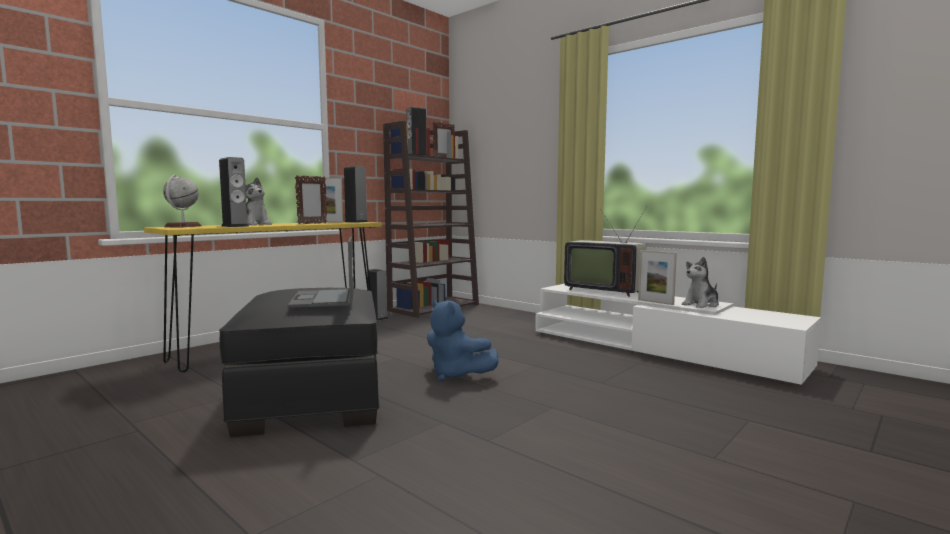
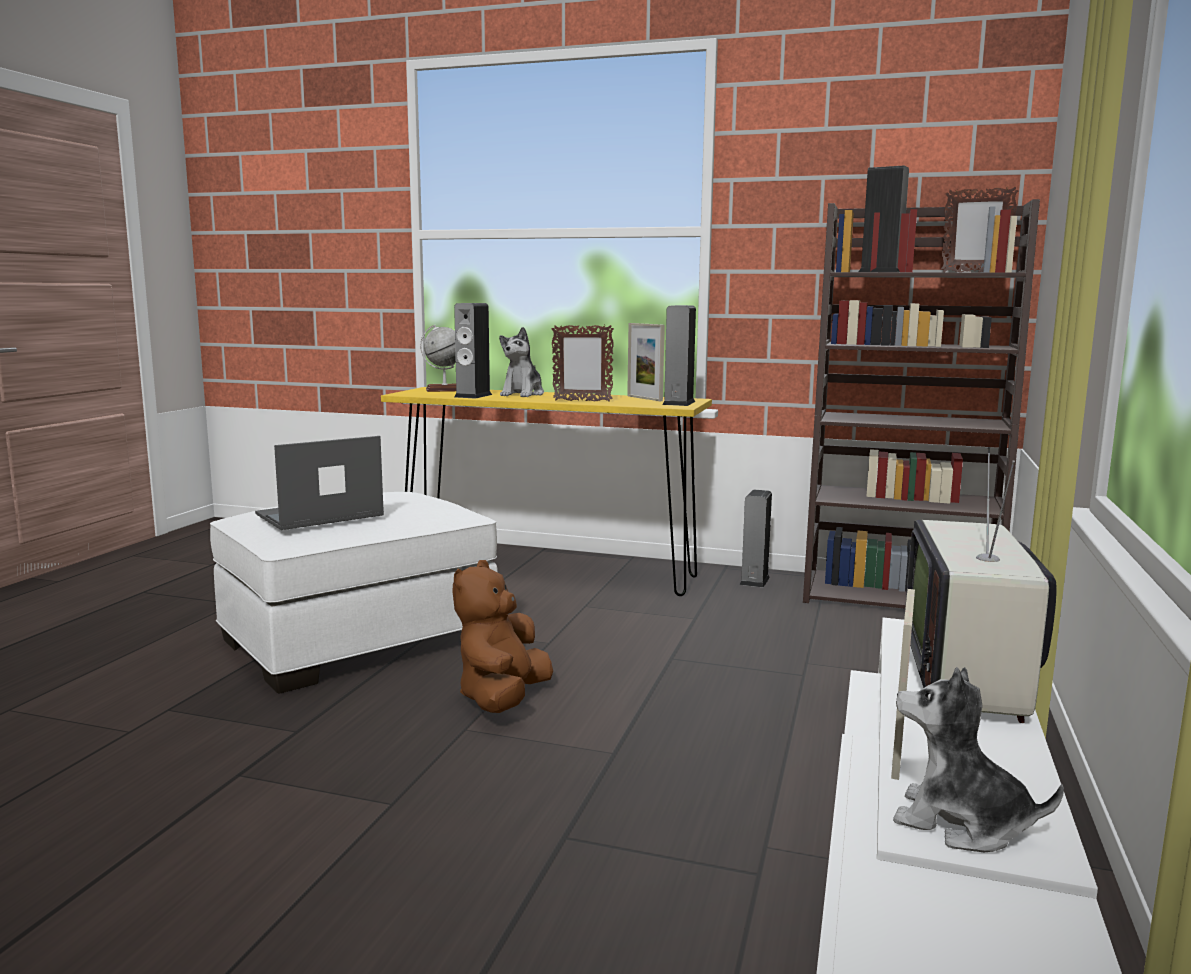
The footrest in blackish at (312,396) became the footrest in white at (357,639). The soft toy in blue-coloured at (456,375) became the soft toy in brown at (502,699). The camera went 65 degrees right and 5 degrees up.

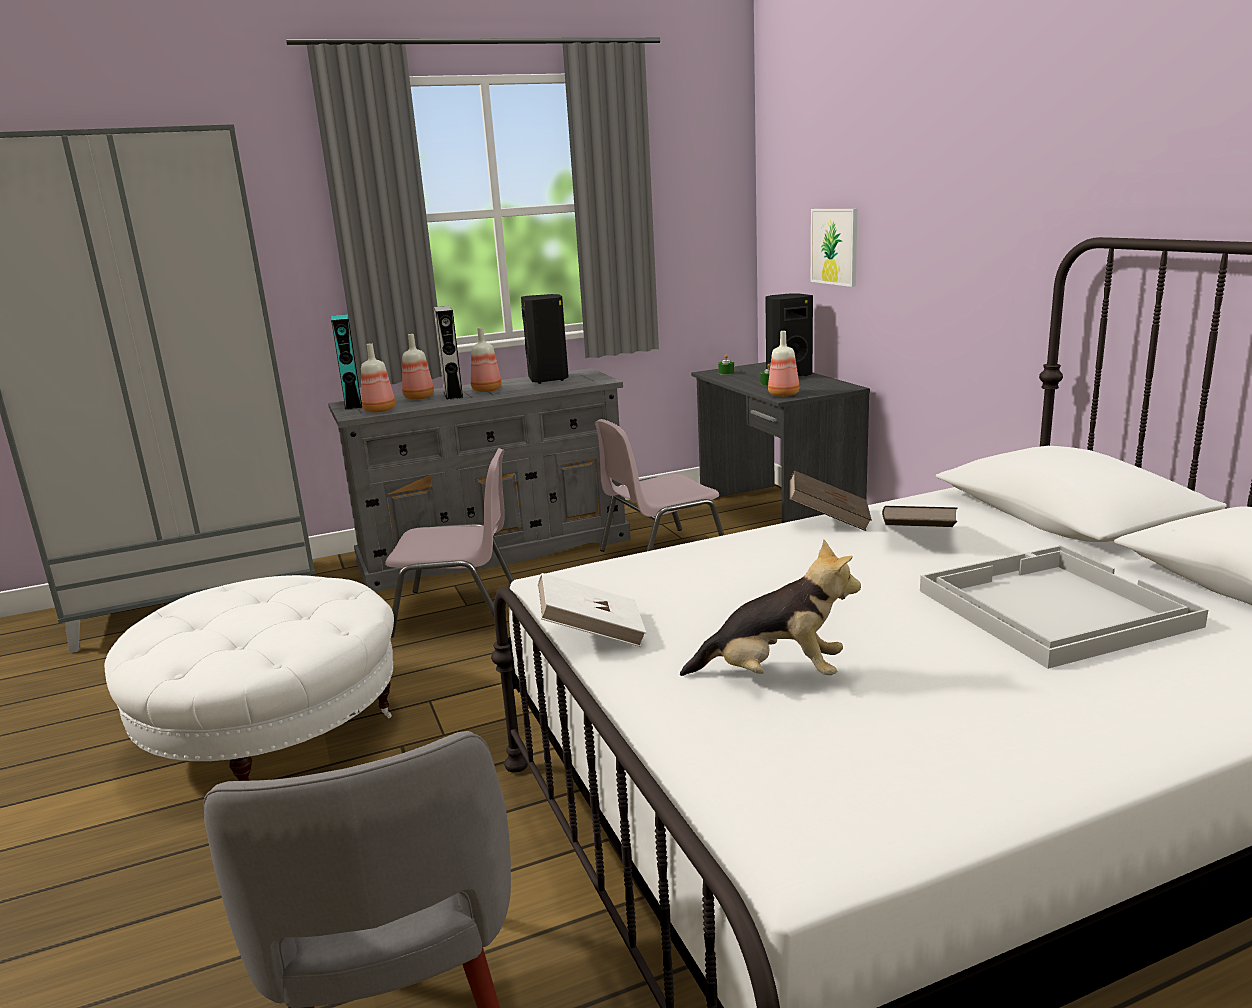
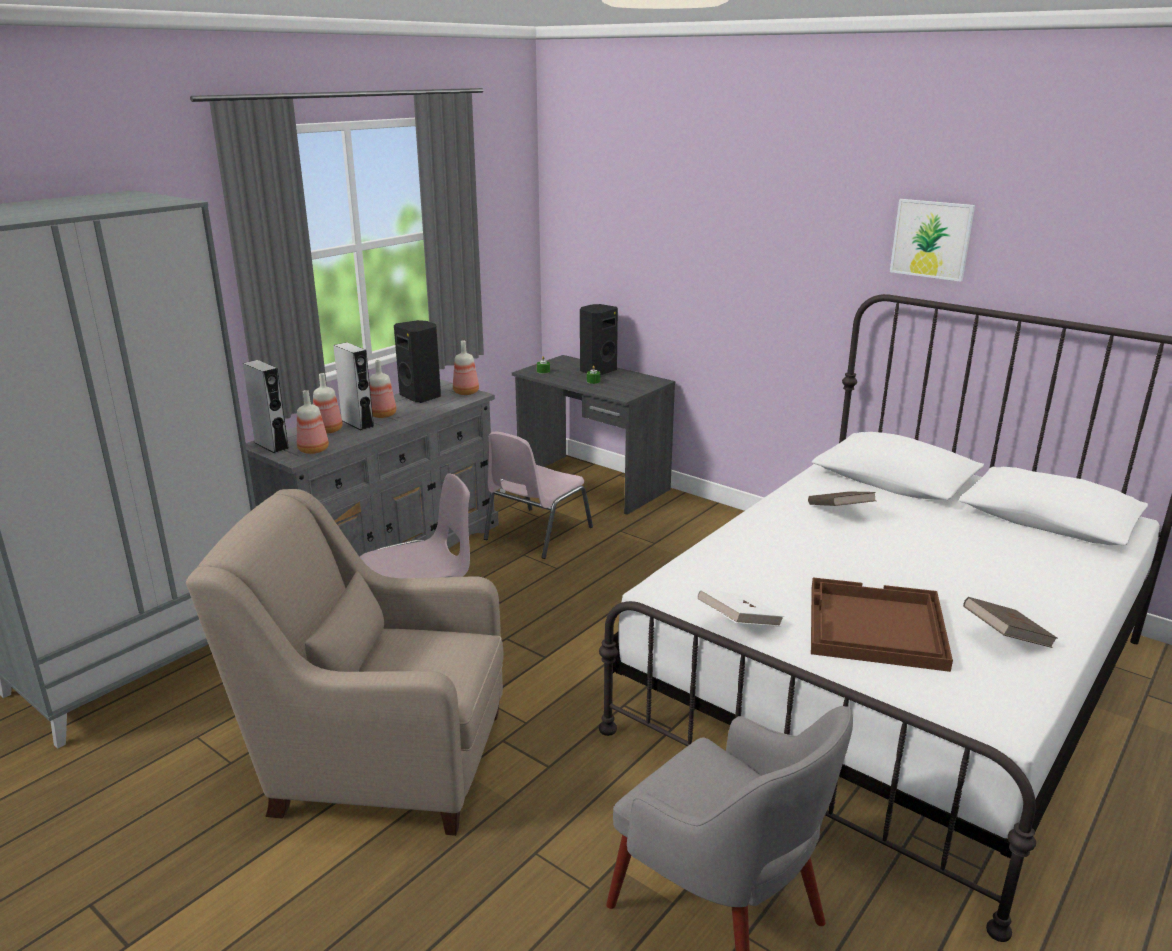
The wall picture moved from (834,246) to (931,239). The speaker in turquoise at (353,404) became the speaker in greyish at (271,445). The drink bottle moved from (784,394) to (466,392). The volume in brown moved from (828,520) to (1005,638). The soft toy at (774,675) was replaced by the serving tray in brown at (874,627). The serving tray in white at (1051,607) disappeared. The footrest in white at (274,731) was replaced by the armchair in sand-coloured at (380,760). The camera went 30 degrees left and 5 degrees up.

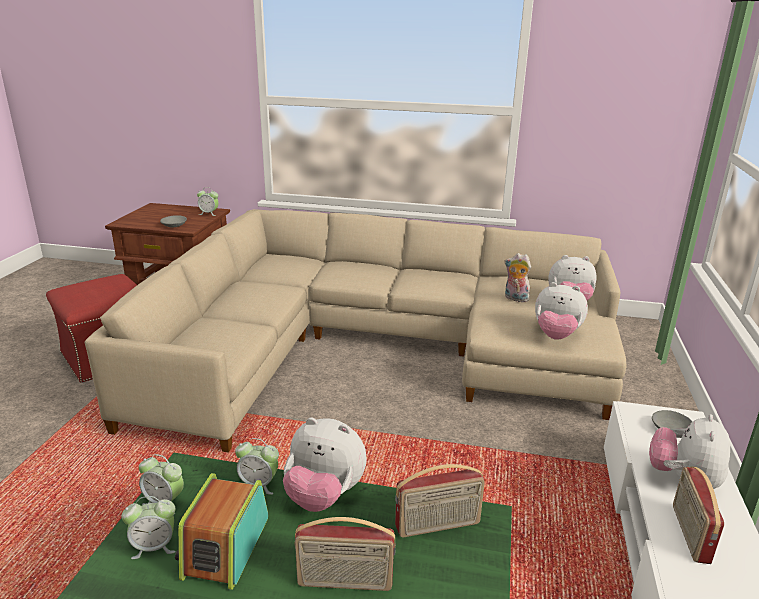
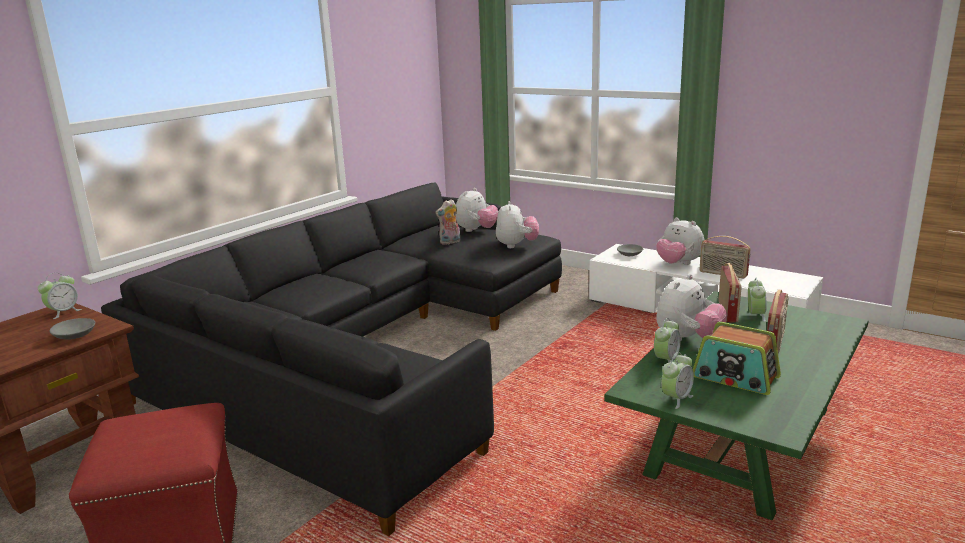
The settee in sand-coloured at (374,348) became the settee in blackish at (369,352). The soft toy at (556,336) turned 45 degrees counterclockwise. The bedside clock moved from (154,546) to (755,316). The camera went 65 degrees left and 5 degrees down.

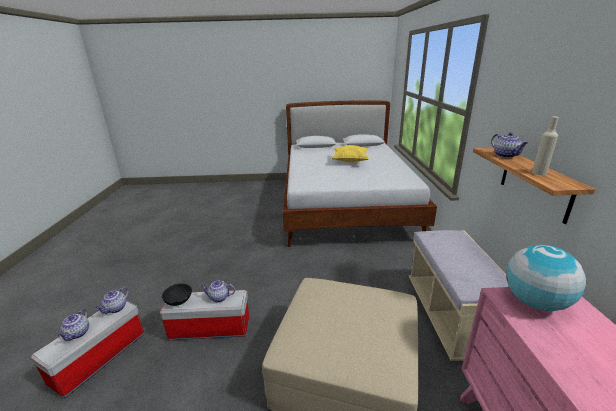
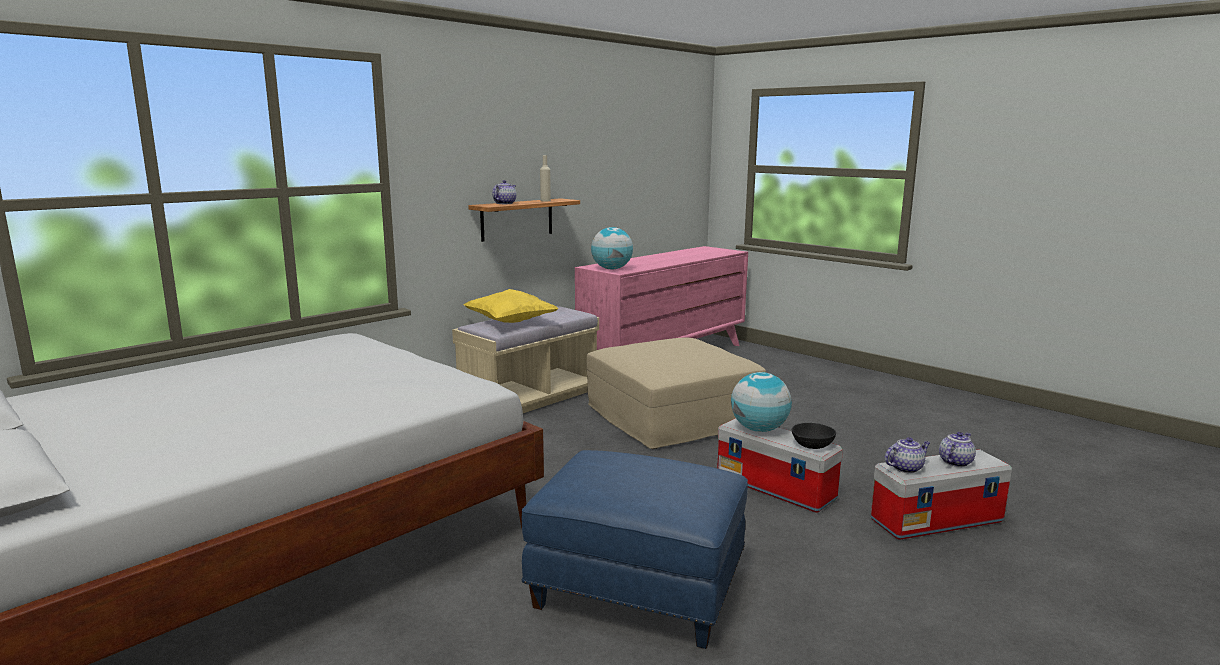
The pillow in yellow moved from (350,161) to (511,322). The teapot at (219,298) was replaced by the world globe at (759,429). The footrest in blue-coloured at (635,589) appeared. The camera went 135 degrees left and 10 degrees down.

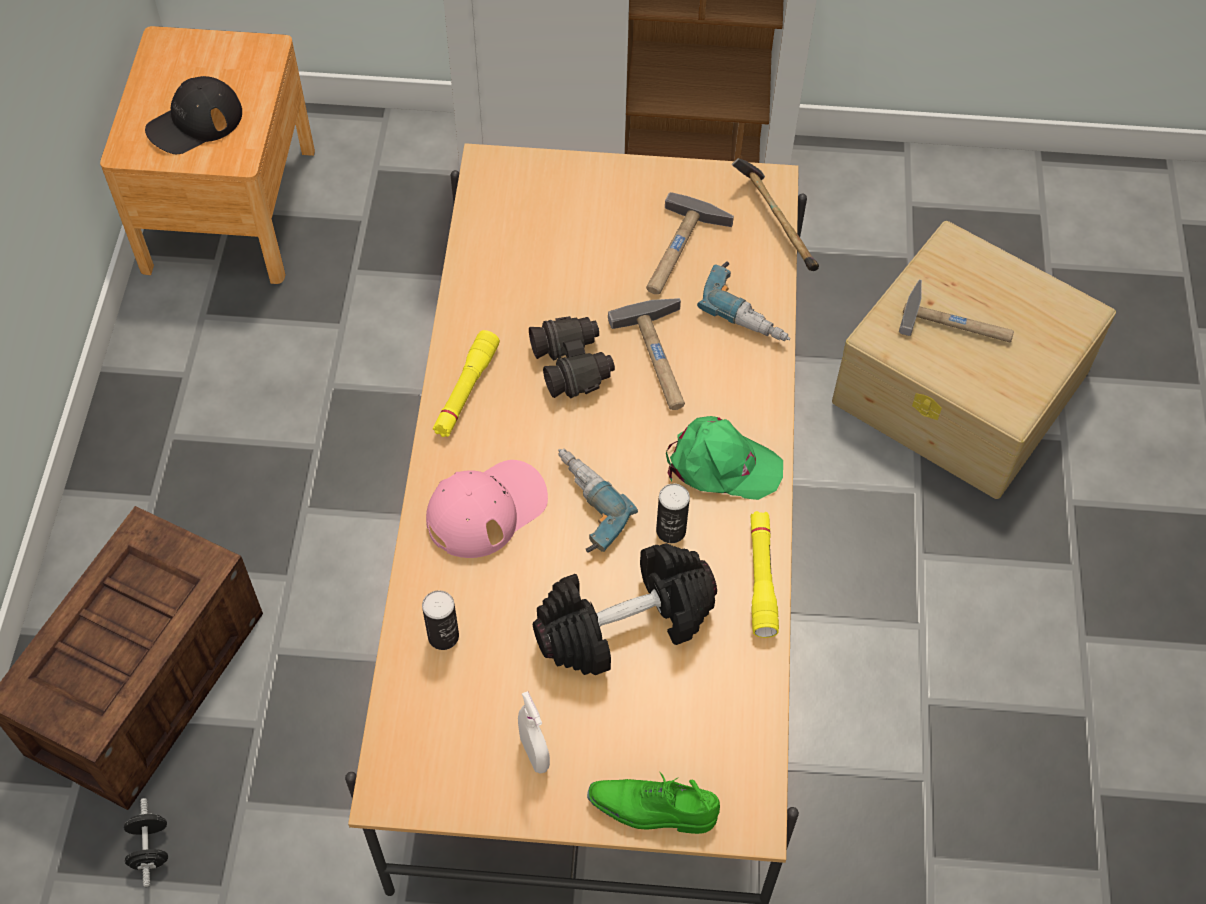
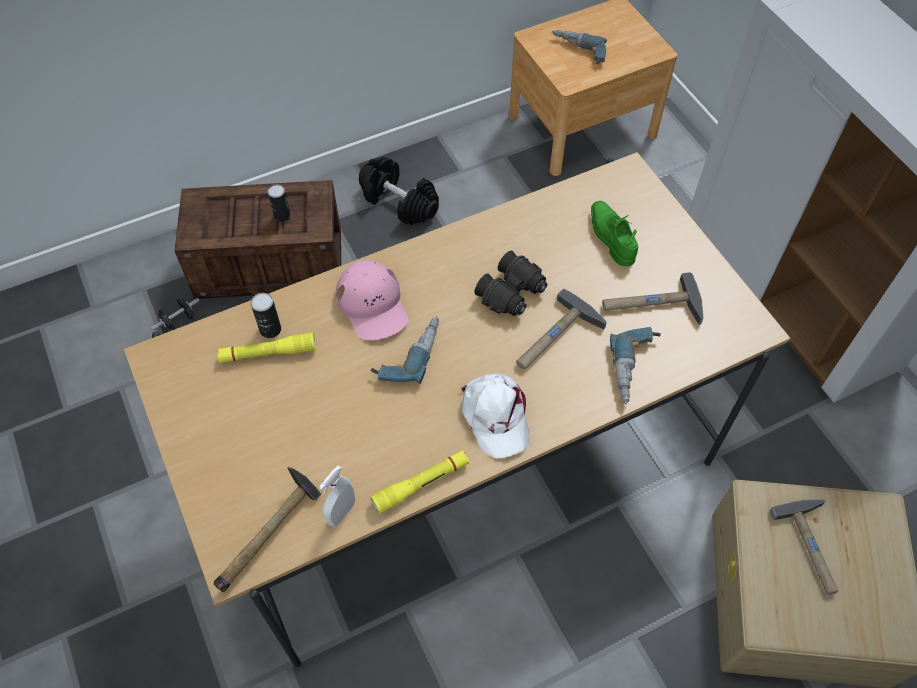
The cap in blackish at (195,122) was replaced by the drill at (577,52). The hand hammer moved from (775,224) to (271,535). The flashlight in yellow moved from (466,390) to (268,353). The cap in greenish at (721,465) became the cap in white at (495,416). The cap in pink at (486,509) turned 45 degrees clockwise. The metal can moved from (671,531) to (282,216). The hand weight in blackish moved from (624,625) to (398,202). The spray bottle in white moved from (534,753) to (341,512). The low shoe in greenish moved from (652,809) to (611,237). The camera went 60 degrees right and 0 degrees up.

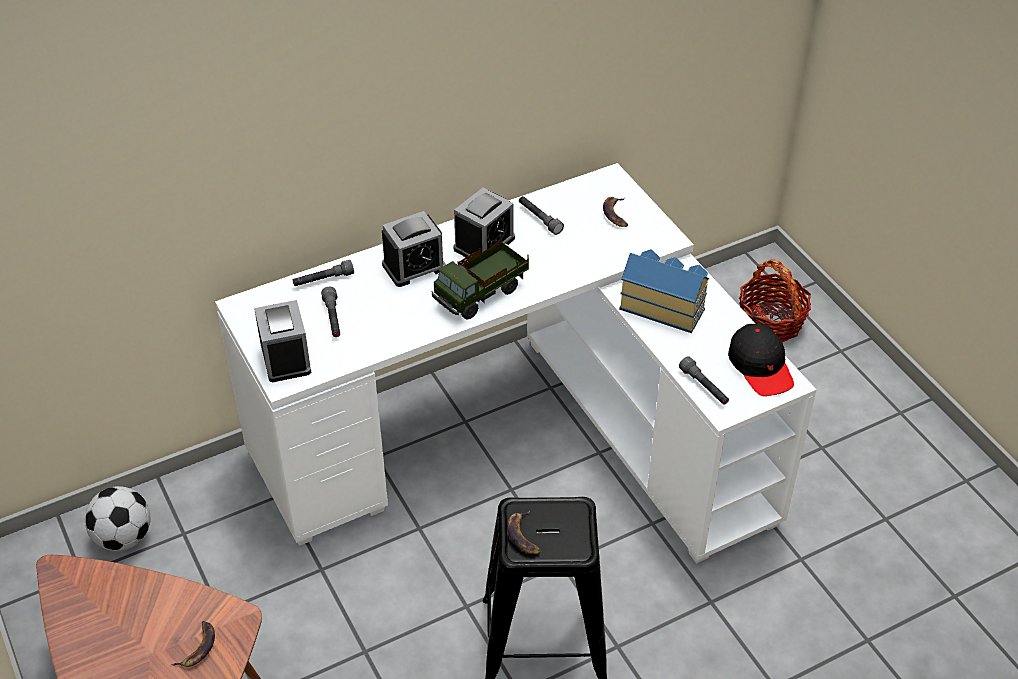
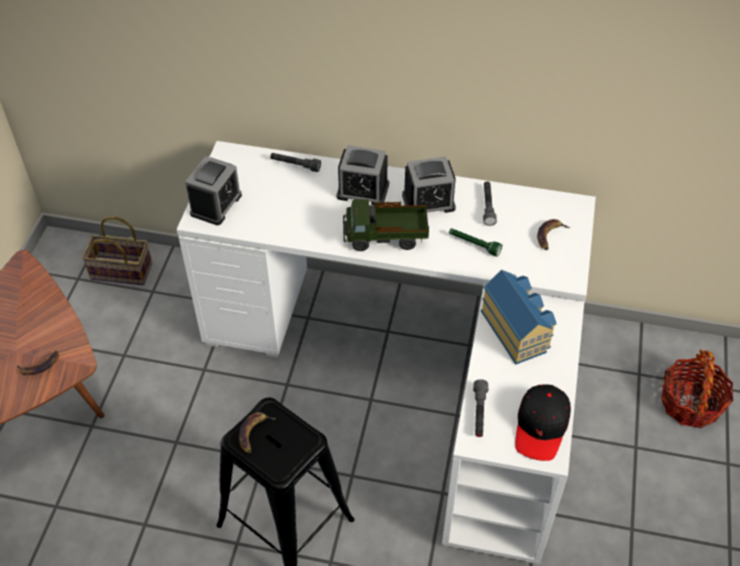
The flashlight in greyish at (333,318) disappeared. The football ball at (123,538) was replaced by the household basket at (119,272). The flashlight in greenish at (474,245) appeared. The camera went 40 degrees right and 5 degrees up.

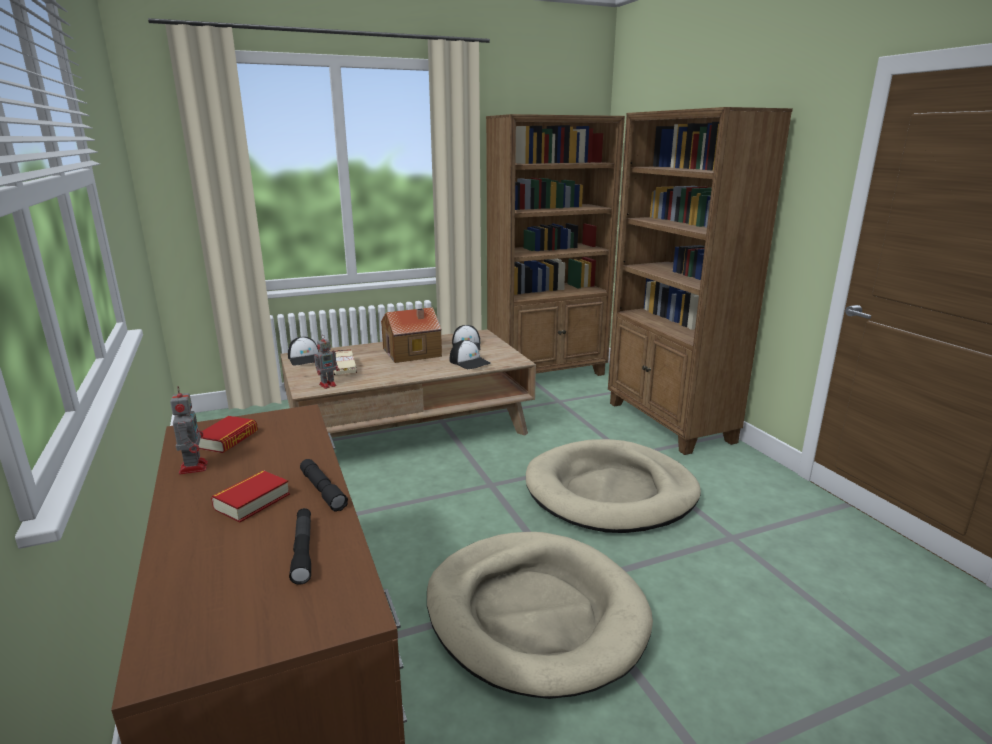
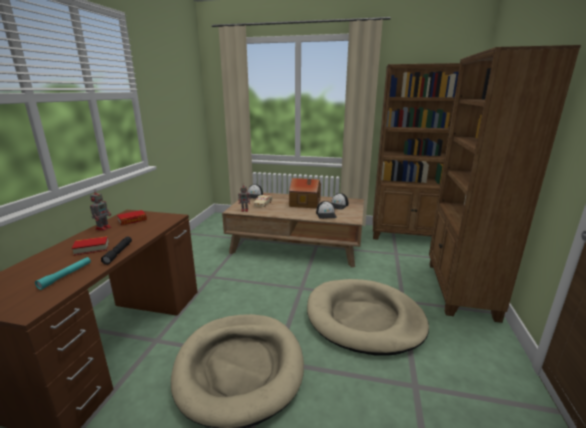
The flashlight in blackish at (303,550) became the flashlight in turquoise at (66,276). The camera went 35 degrees right and 0 degrees up.

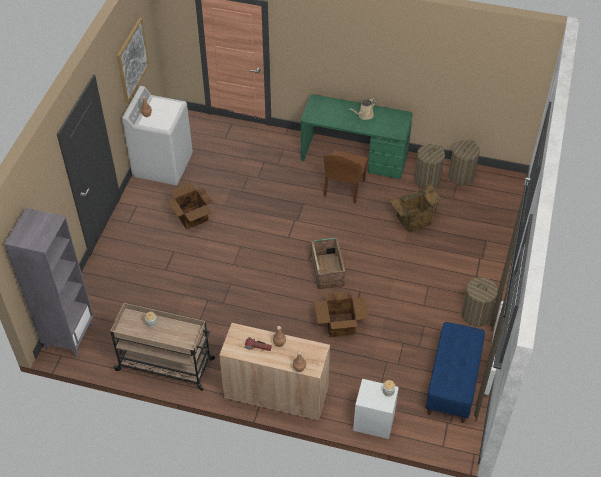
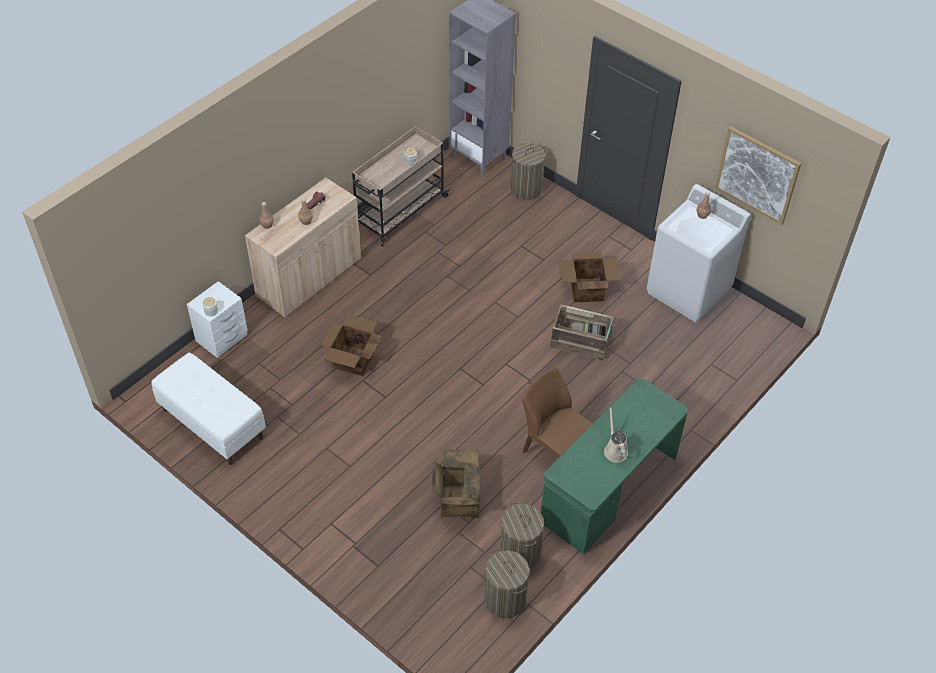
The packing crate moved from (327,270) to (581,342). The washing basket moved from (476,315) to (526,189). The bench in blue-coloured at (452,383) became the bench in white at (212,424). The camera went 115 degrees right and 0 degrees up.

